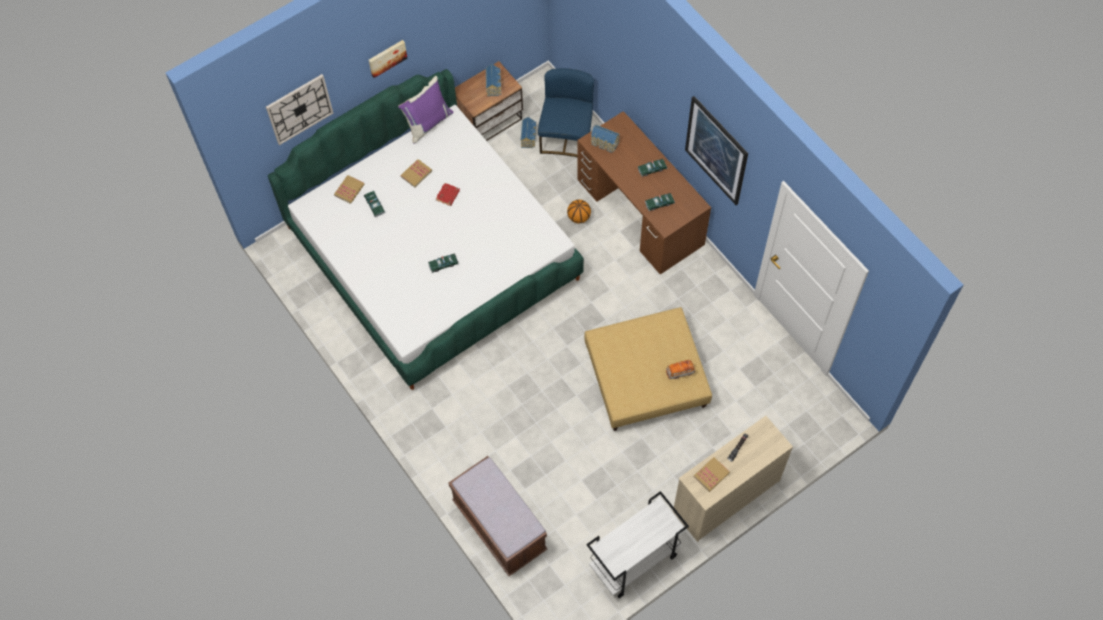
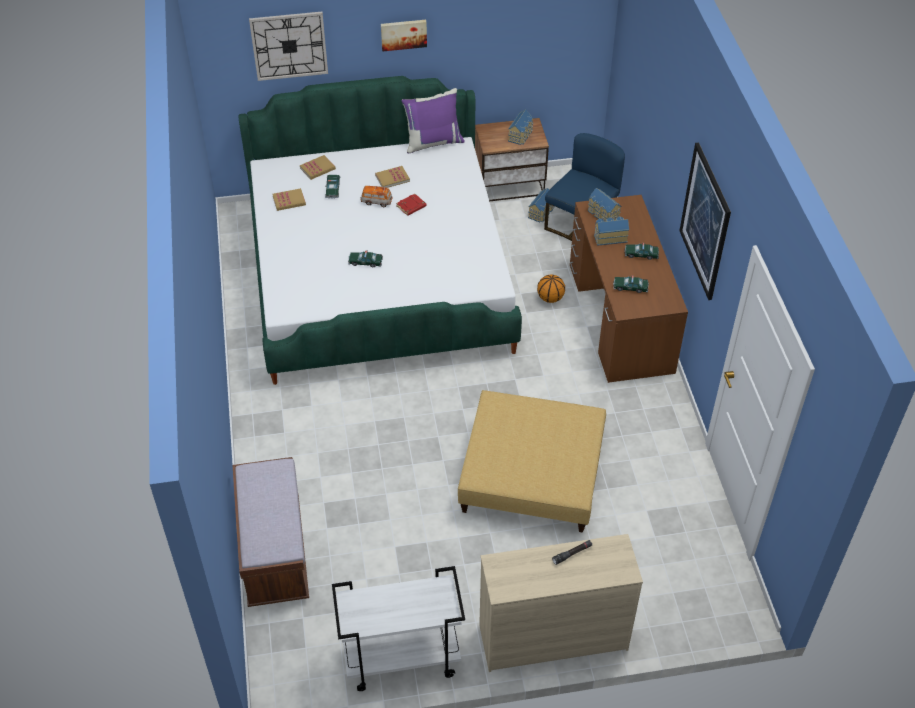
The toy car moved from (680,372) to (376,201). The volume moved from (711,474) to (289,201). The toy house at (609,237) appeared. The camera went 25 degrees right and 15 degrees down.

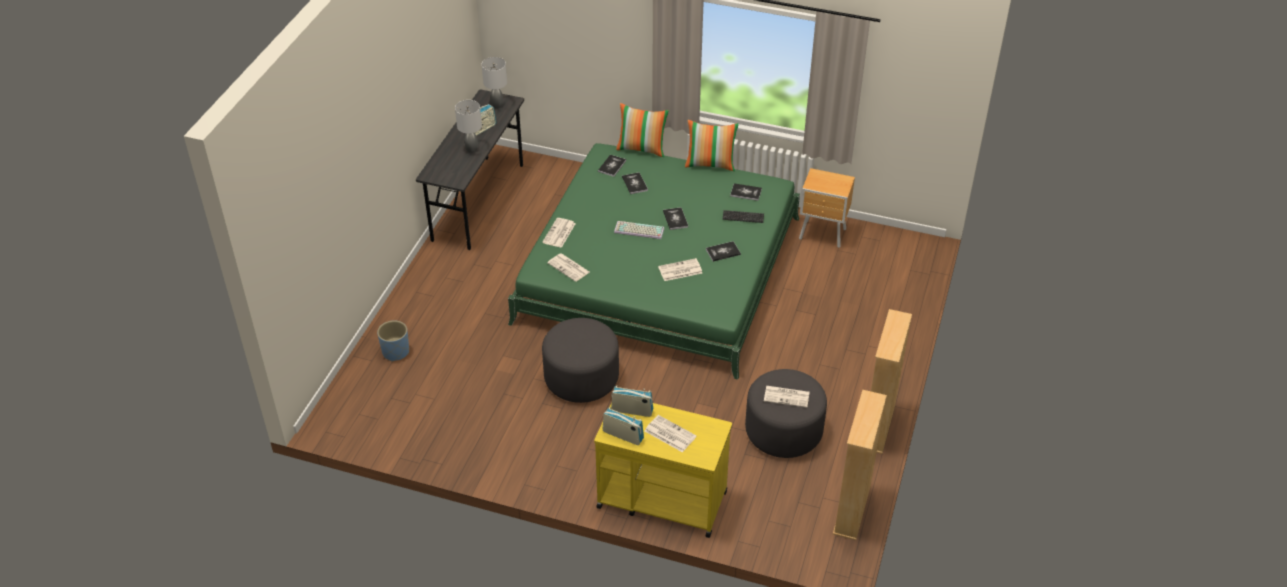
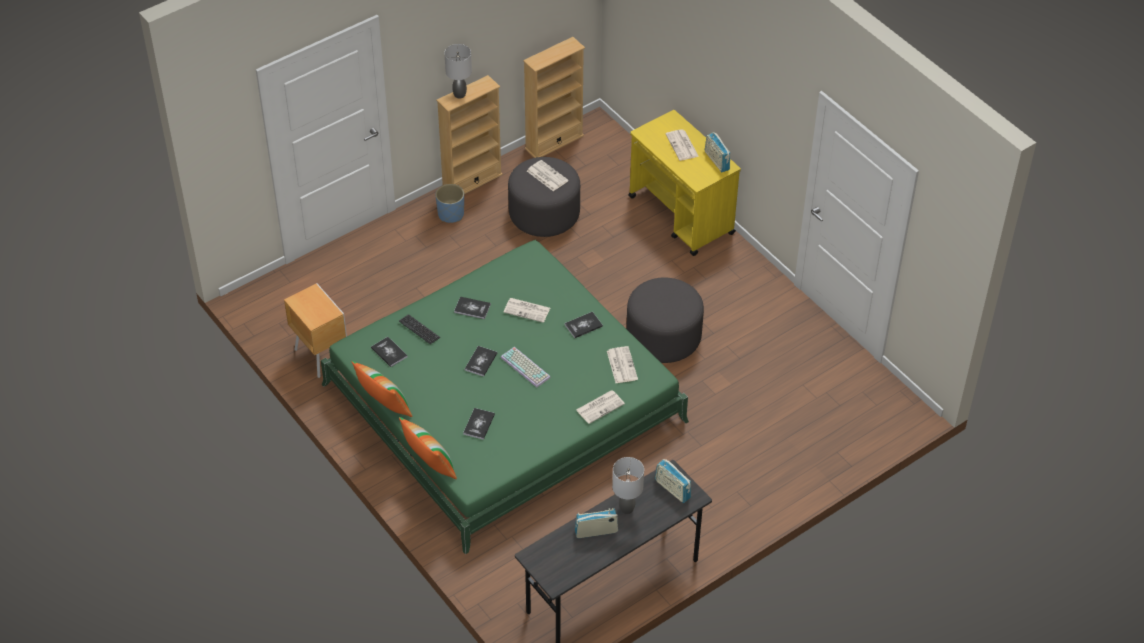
The lamp for a table in greyish moved from (497,105) to (459,94). The volume moved from (612,166) to (583,325). The plant pot in blue-coloured moved from (395,352) to (451,214). The radio receiver moved from (632,410) to (672,489). The camera went 145 degrees left and 5 degrees up.

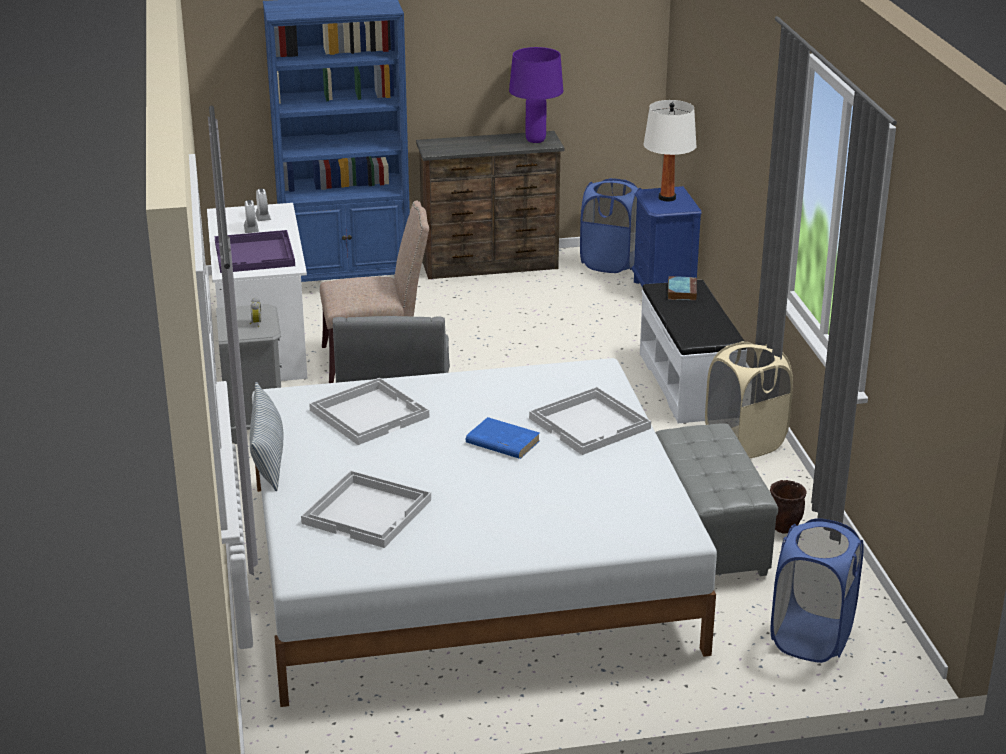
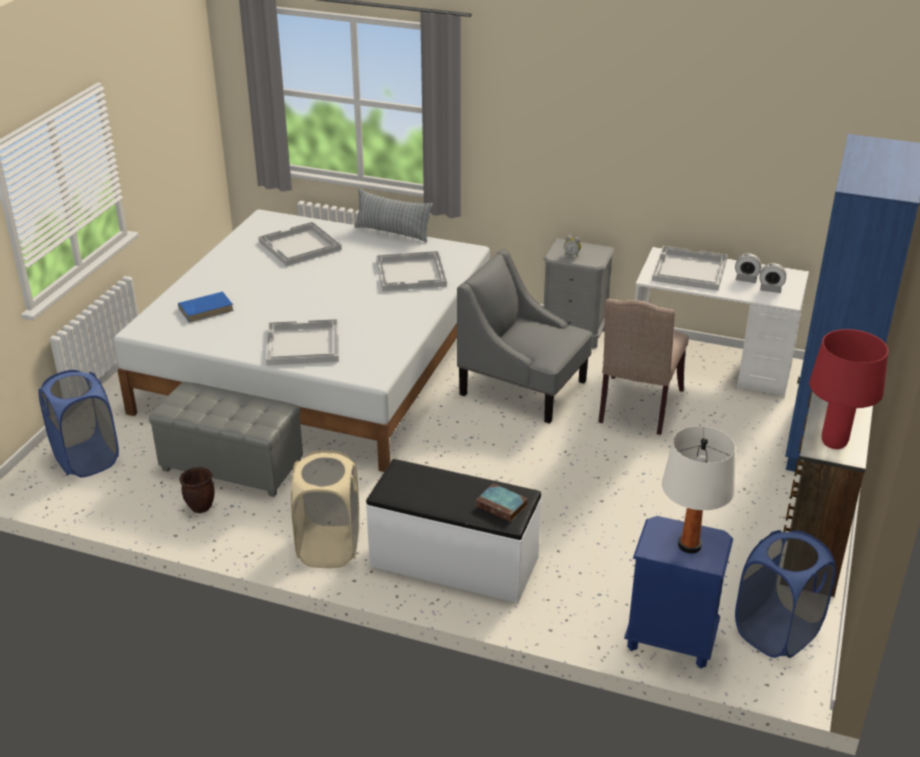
The lamp for a table in purple-coloured at (535,140) became the lamp for a table in red at (833,443). The serving tray in purple-coloured at (255,254) became the serving tray in white at (688,270). The volume in blue-coloured moved from (502,442) to (206,309). The camera went 120 degrees right and 5 degrees up.

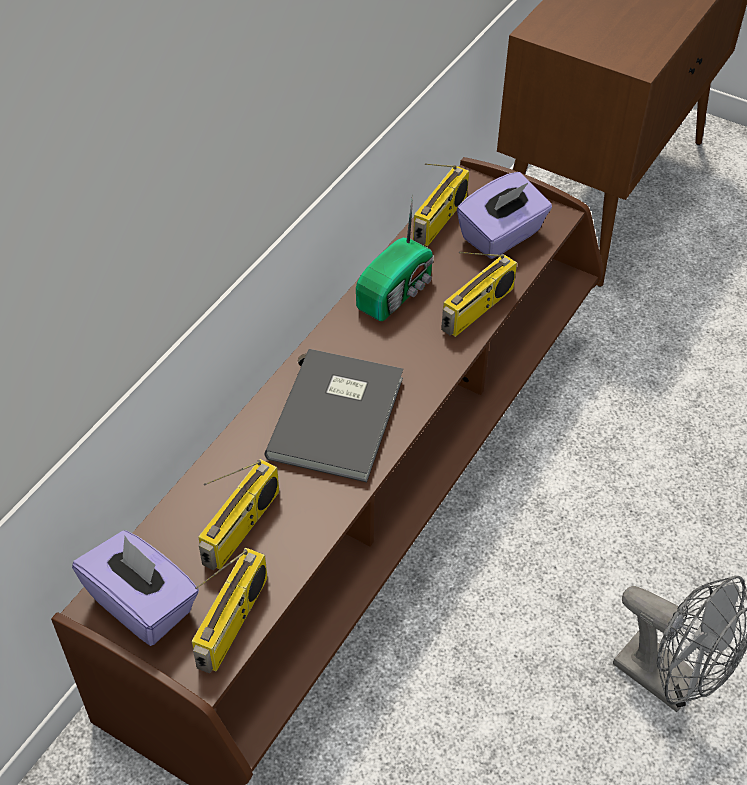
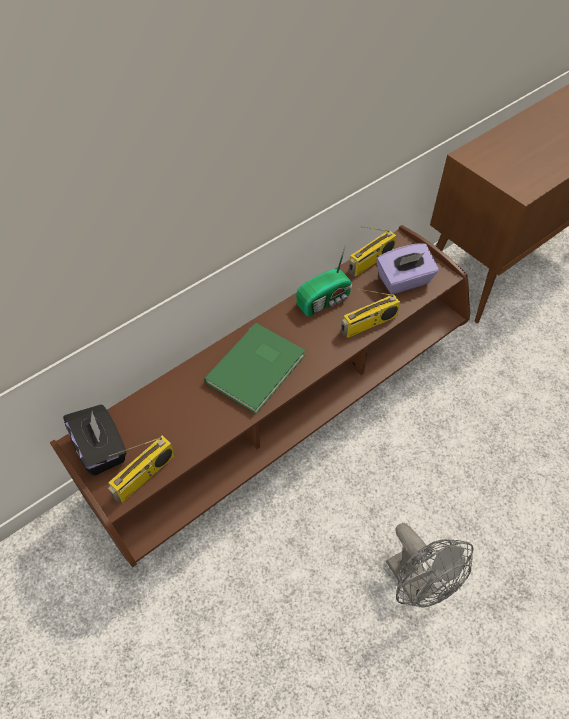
The volume in greyish at (340,416) became the volume in greenish at (258,369). The radio receiver at (241,528) disappeared. The tissue holder in purple-coloured at (143,603) became the tissue holder in blackish at (101,449). The camera went 20 degrees right and 5 degrees up.

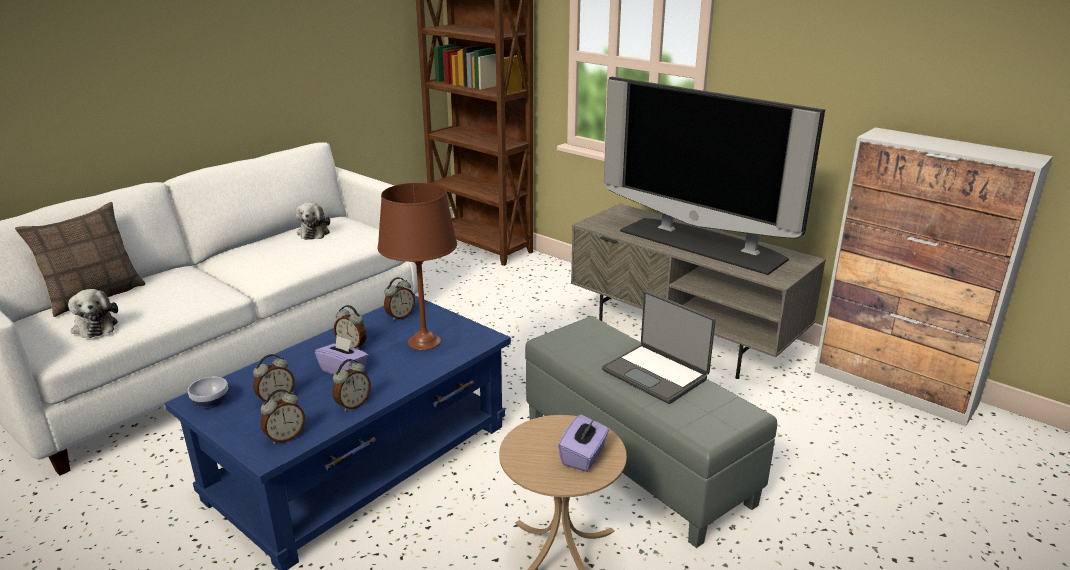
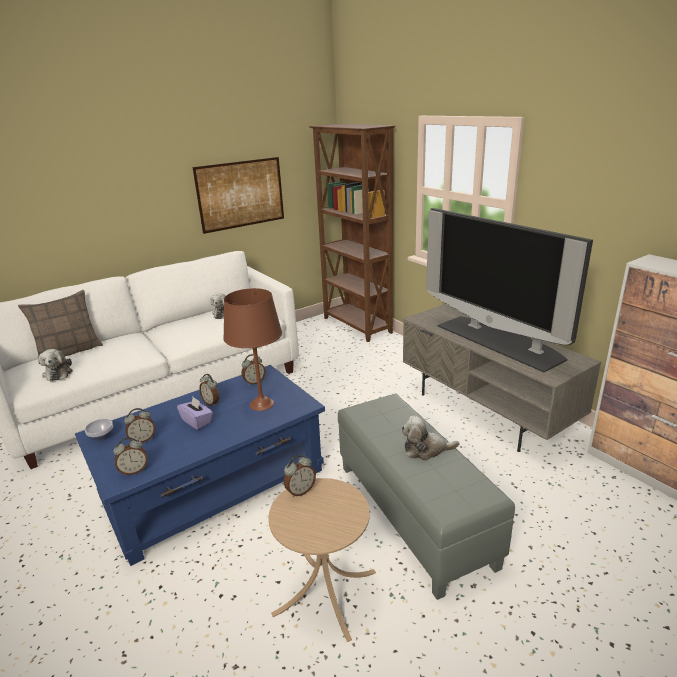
The notebook computer at (656,374) was replaced by the soft toy at (426,449). The bedside clock moved from (353,405) to (300,491). The tissue holder in purple-coloured at (583,456) disappeared. The wall picture at (241,194) appeared. The camera went 15 degrees right and 0 degrees up.

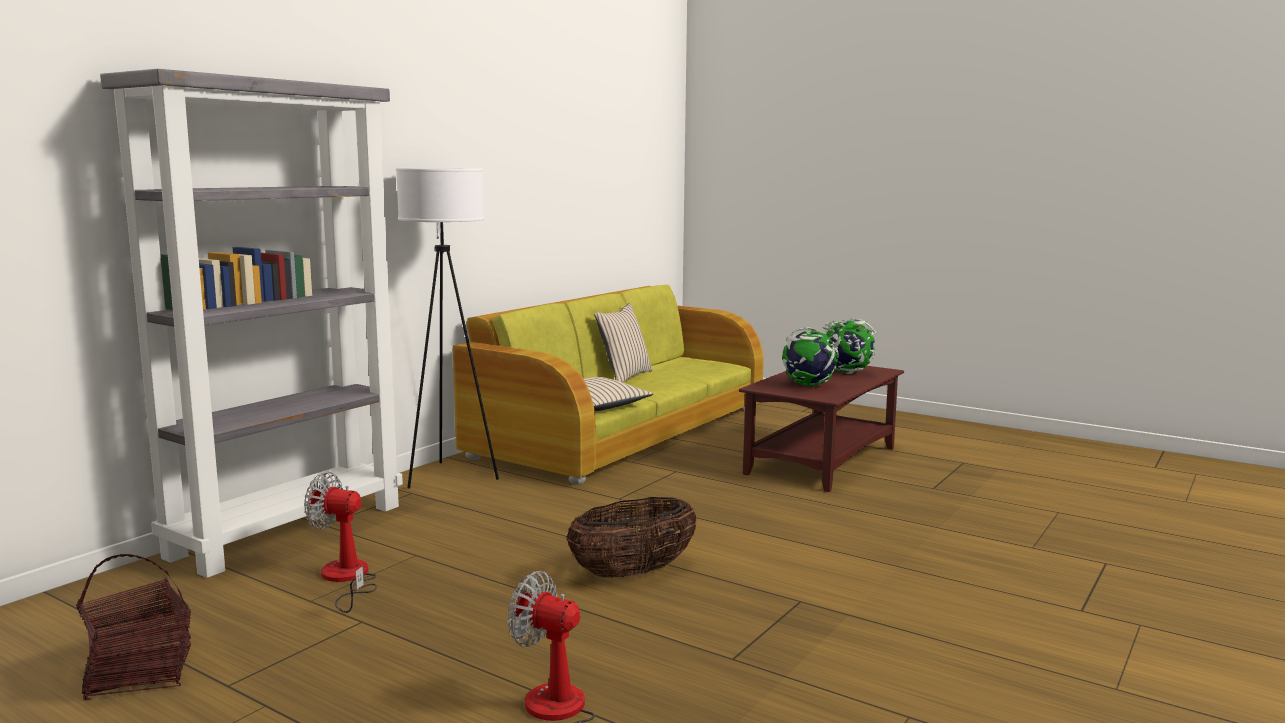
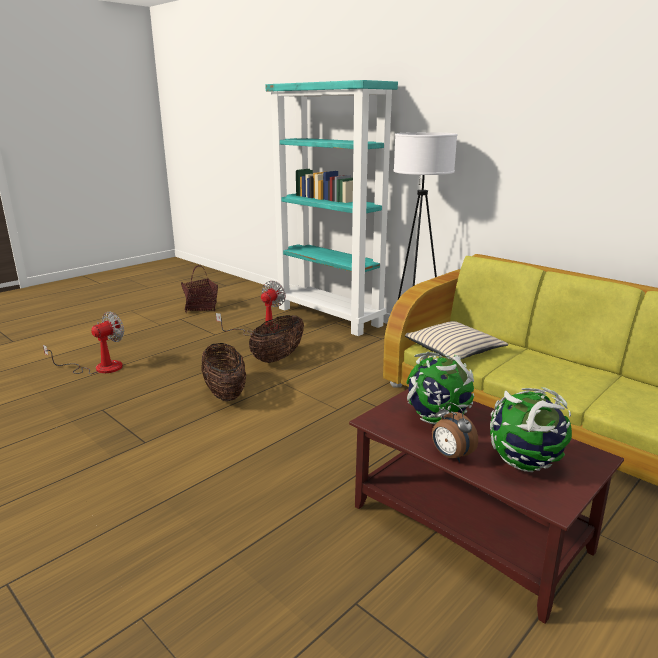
The bookcase in greyish at (288,530) became the bookcase in turquoise at (330,316). The pillow in sand-coloured at (624,376) disappeared. The household basket at (278,357) appeared. The bedside clock at (450,456) appeared. The camera went 100 degrees right and 10 degrees up.

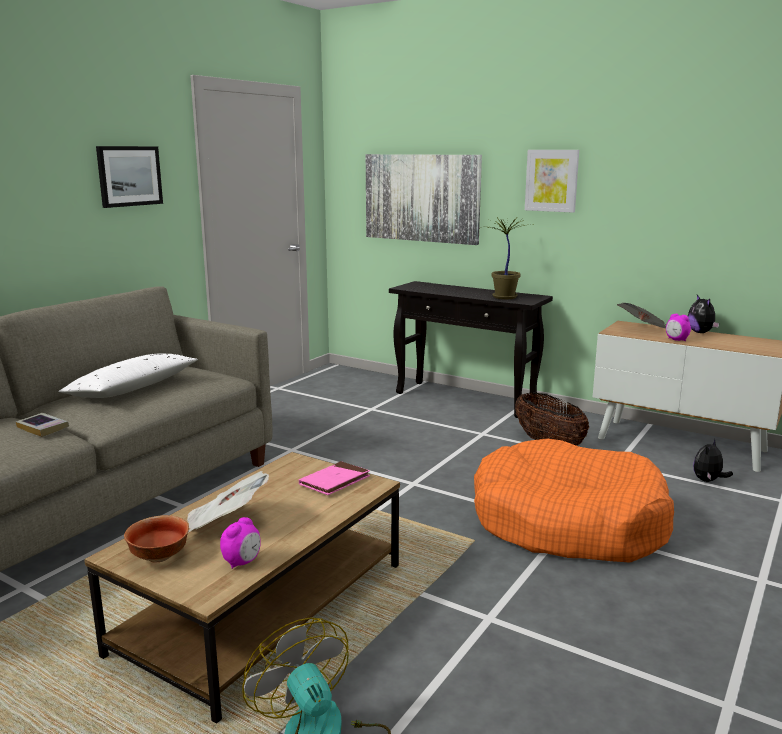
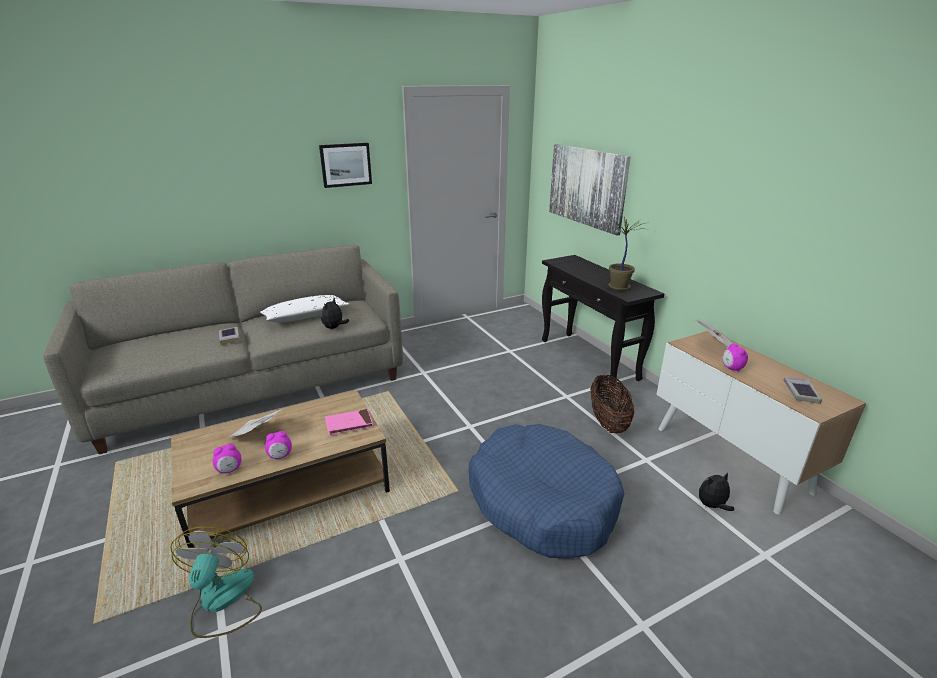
The wall picture at (552,180) disappeared. The soft toy moved from (701,332) to (334,328). The pet bed in orange at (567,522) became the pet bed in blue-coloured at (541,501). The serving bowl at (160,556) disappeared. The volume at (800,392) appeared. The bedside clock at (280,456) appeared. The camera went 30 degrees right and 10 degrees up.

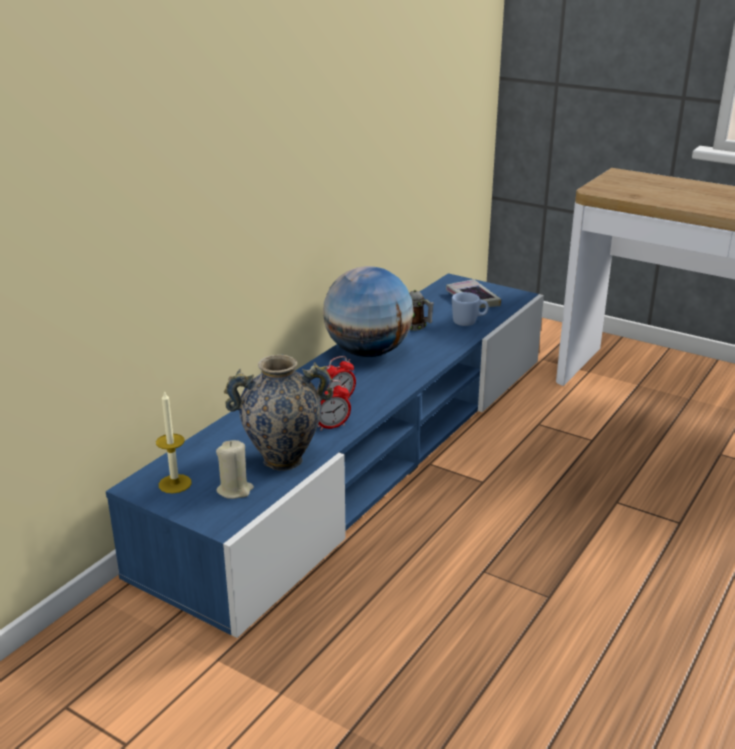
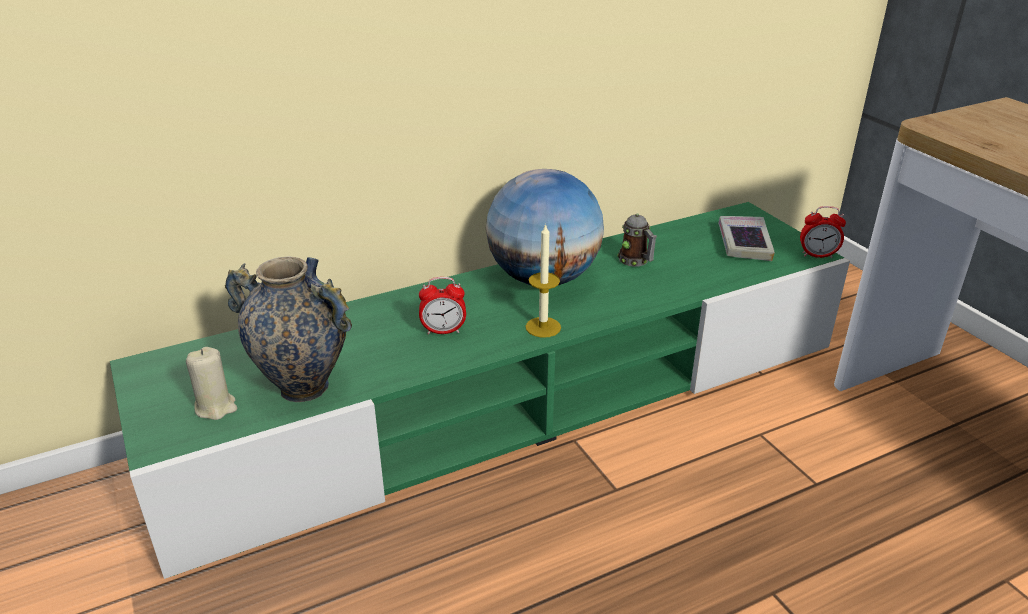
The media console in blue-coloured at (368,454) became the media console in greenish at (515,402). The mug in blue-coloured at (469,322) disappeared. The bedside clock moved from (331,426) to (817,255). The candle moved from (175,484) to (543,327). The camera went 30 degrees right and 5 degrees up.

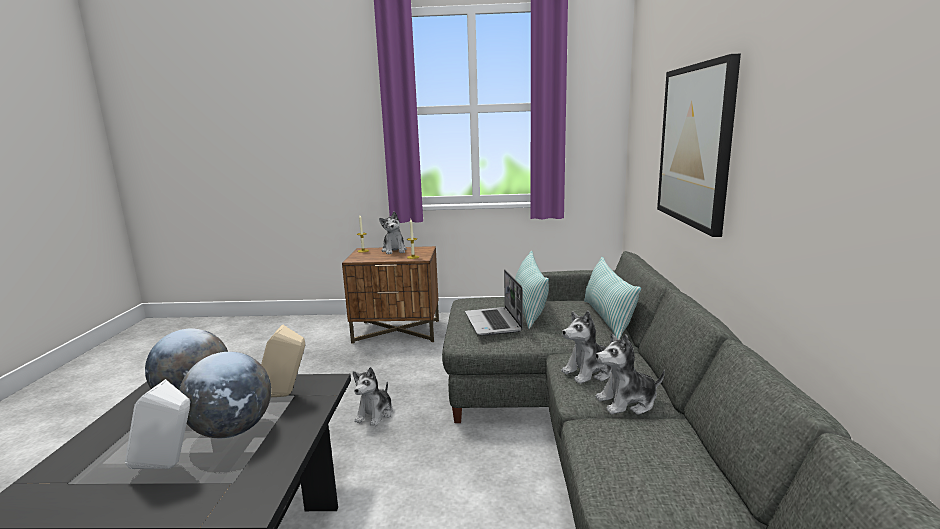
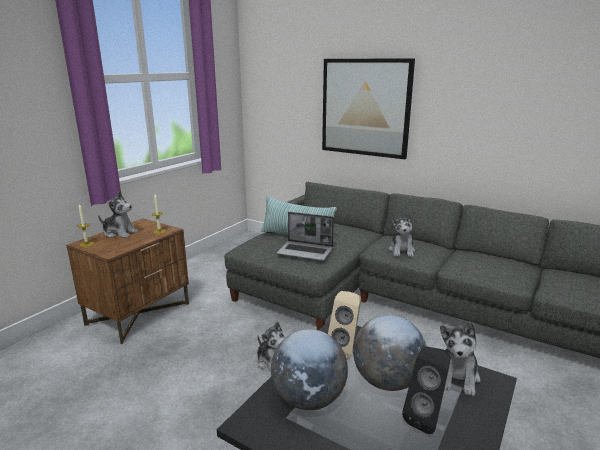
The pillow at (607,318) disappeared. The soft toy moved from (627,402) to (457,377). The speaker in white at (169,467) became the speaker in blackish at (427,417). The camera went 60 degrees left and 5 degrees up.

